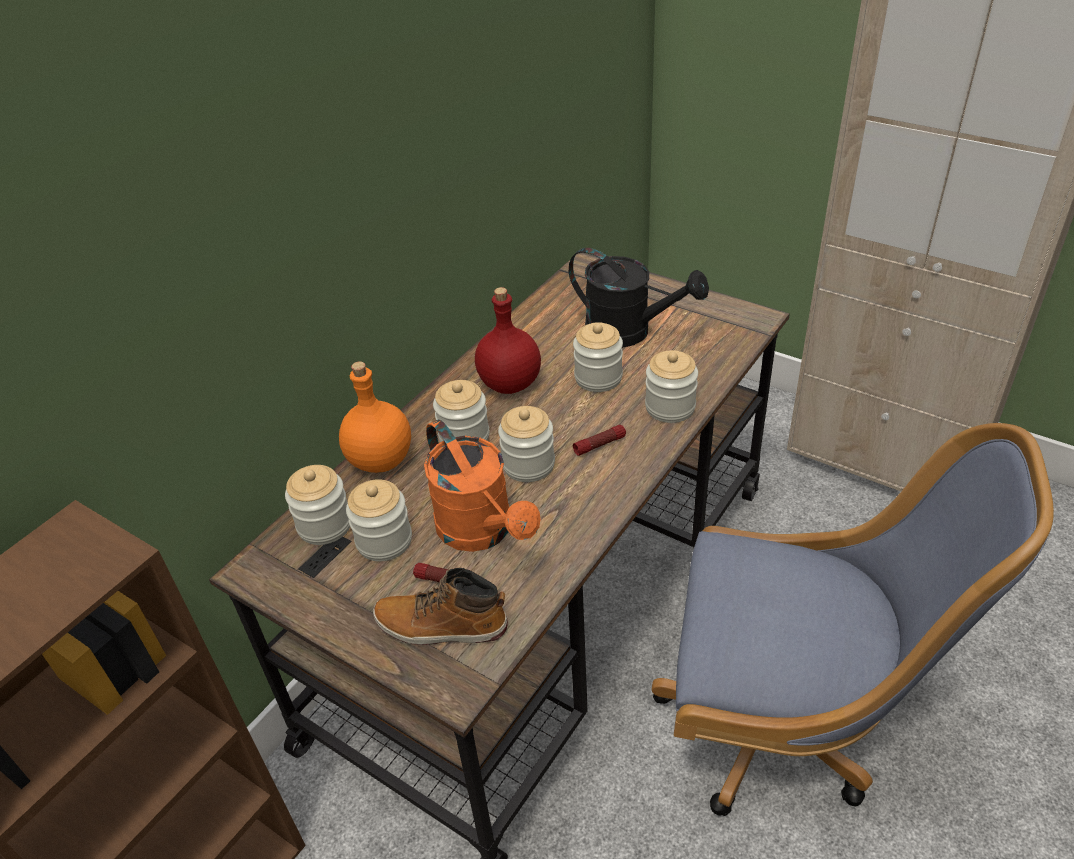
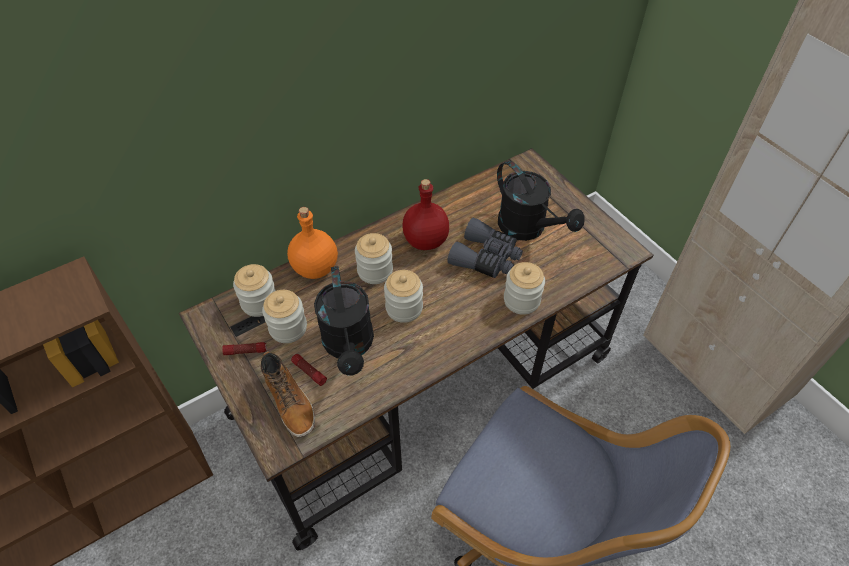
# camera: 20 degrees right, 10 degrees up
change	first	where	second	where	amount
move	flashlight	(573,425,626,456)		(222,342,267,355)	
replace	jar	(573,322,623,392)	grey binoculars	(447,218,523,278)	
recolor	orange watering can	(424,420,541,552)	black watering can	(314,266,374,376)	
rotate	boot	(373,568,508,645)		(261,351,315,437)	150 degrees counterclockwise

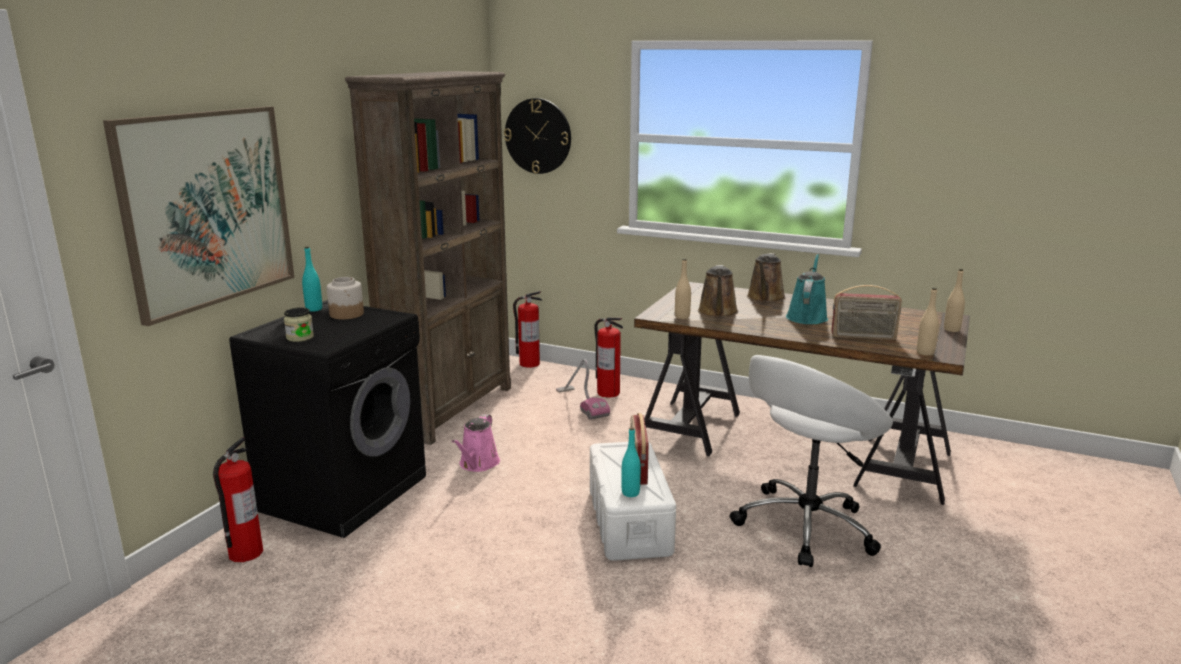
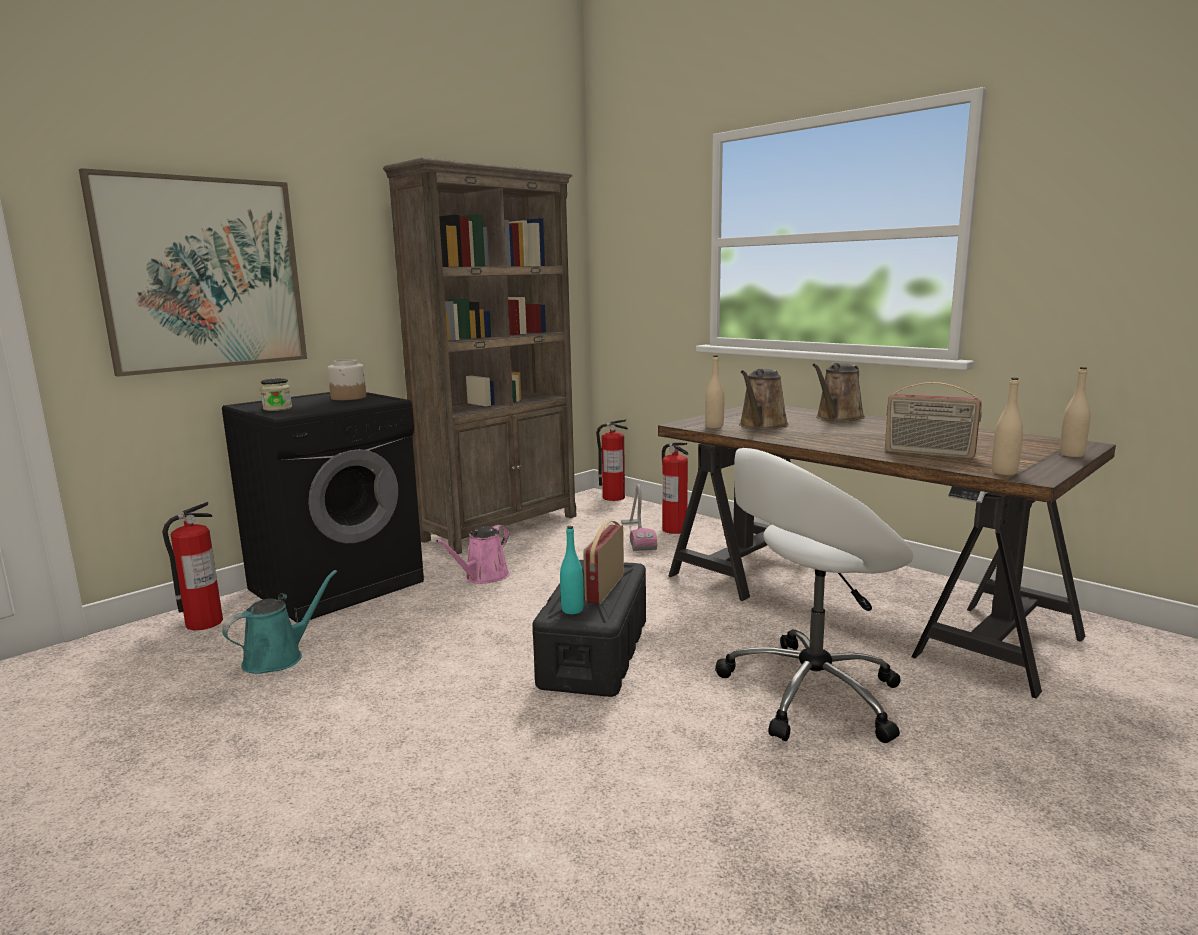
# camera: 20 degrees right, 5 degrees down
change	first	where	second	where	amount
delete	turquoise bottle	(302,246,322,312)			
delete	wall clock	(504,98,571,174)			
move	turquoise watering can	(786,254,828,324)		(222,570,337,674)	
recolor	white storage box	(590,442,676,561)	black storage box	(532,560,646,697)	

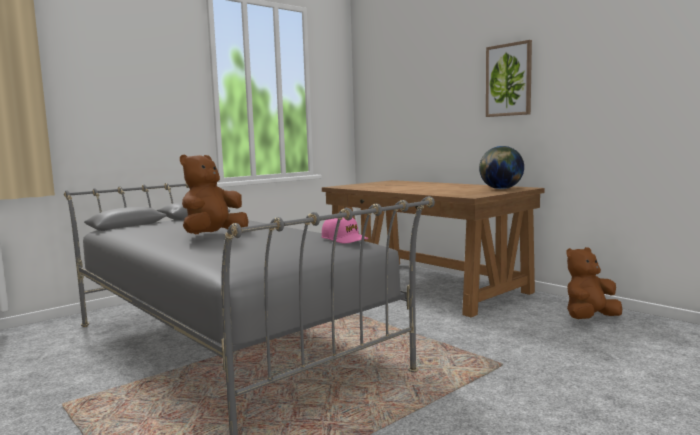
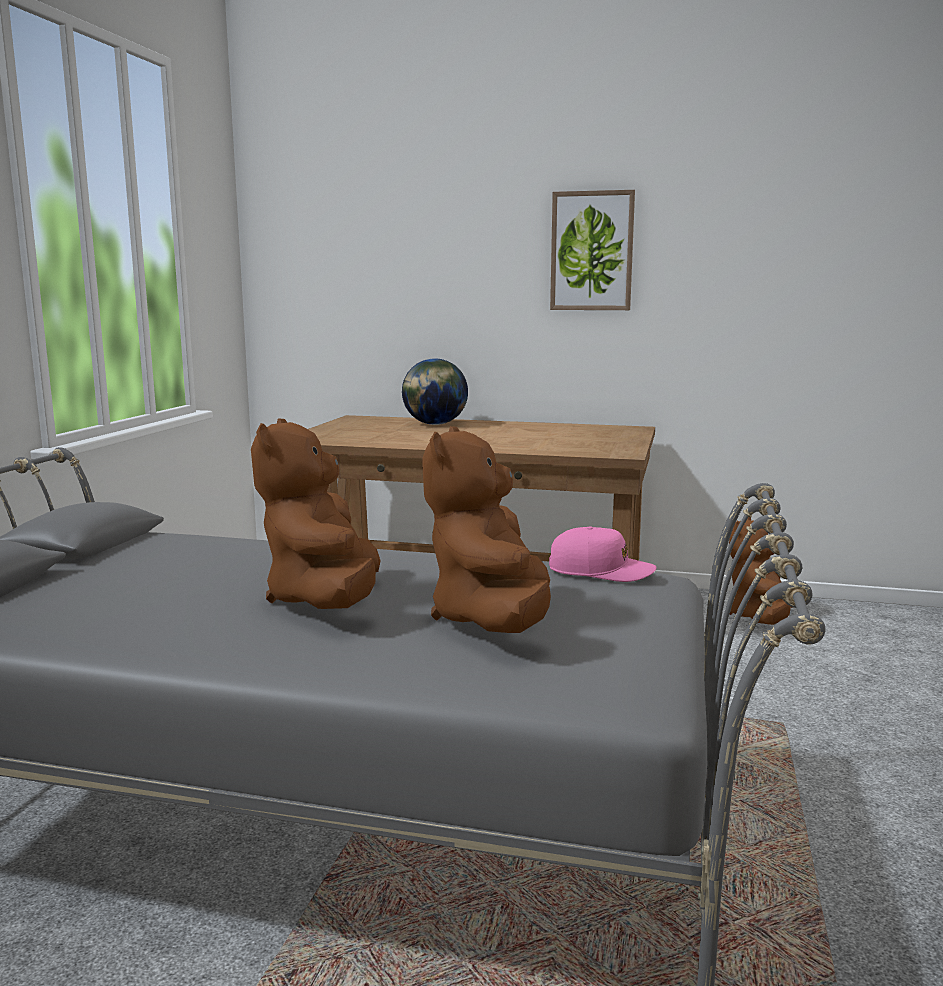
# camera: 35 degrees left, 5 degrees up
change	first	where	second	where	amount
insert			brown plush toy	(422,426,551,633)	
move	globe	(479,146,524,189)		(402,358,468,425)	

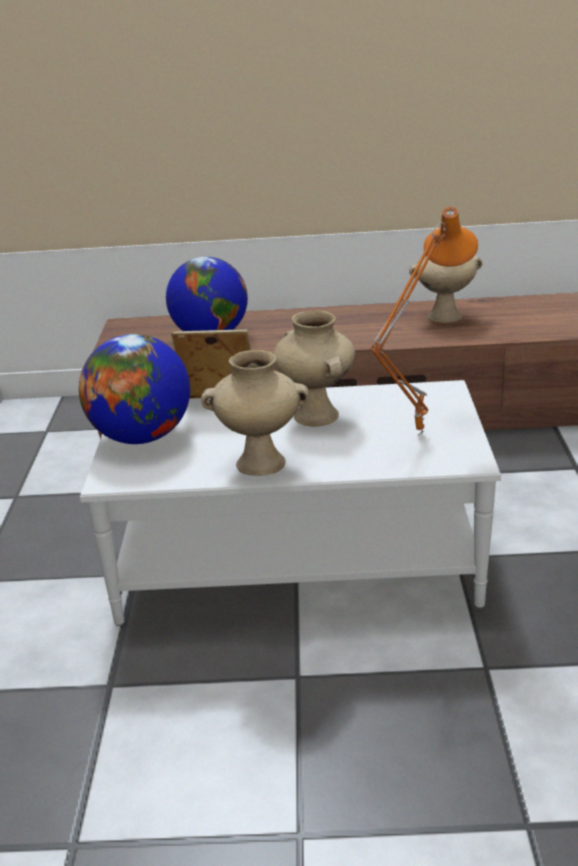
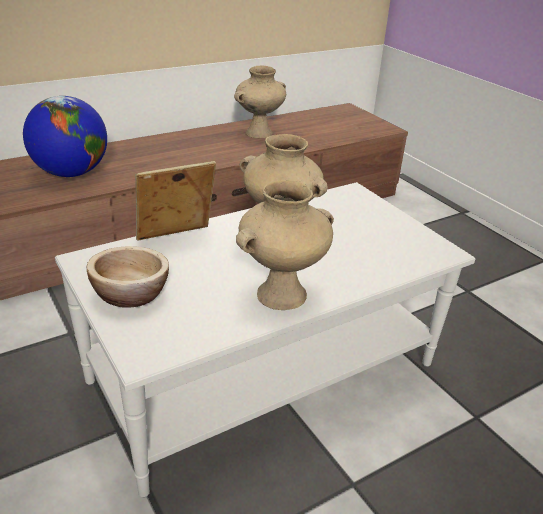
# camera: 35 degrees left, 5 degrees up
change	first	where	second	where	amount
delete	orange table lamp	(370,207,478,435)			
replace	globe	(79,334,190,444)	bowl	(87,246,169,308)	

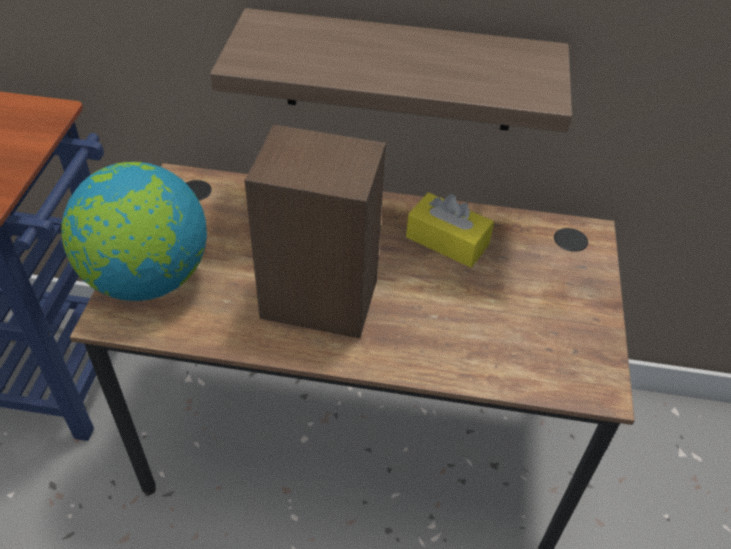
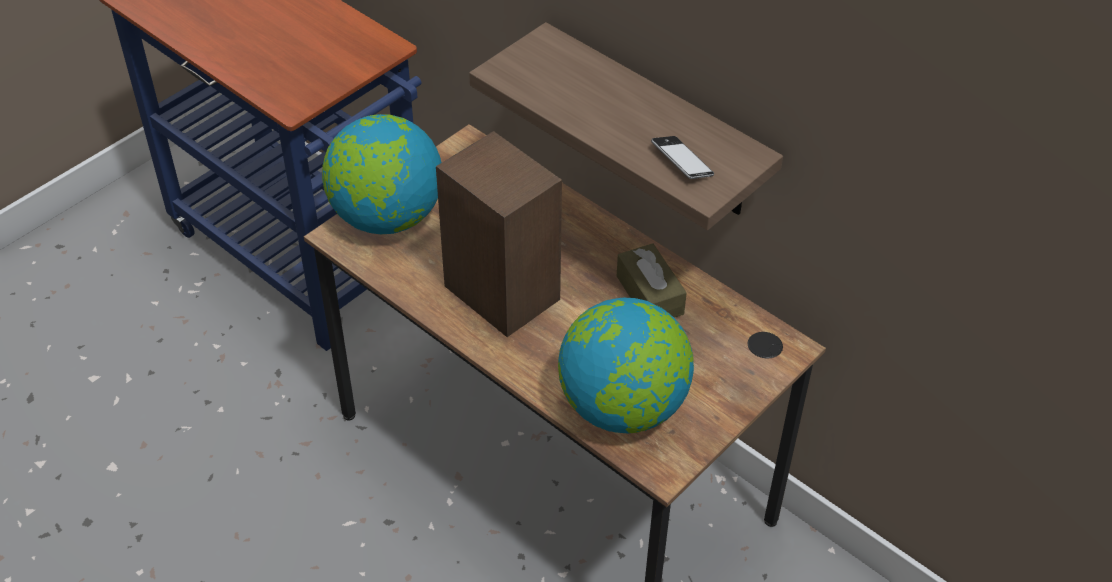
# camera: 35 degrees right, 0 degrees up
change	first	where	second	where	amount
insert			globe	(558,298,694,433)	
insert			phone	(651,136,714,179)	
recolor	yellow tissue box	(406,192,494,268)	brown tissue box	(617,243,687,318)	

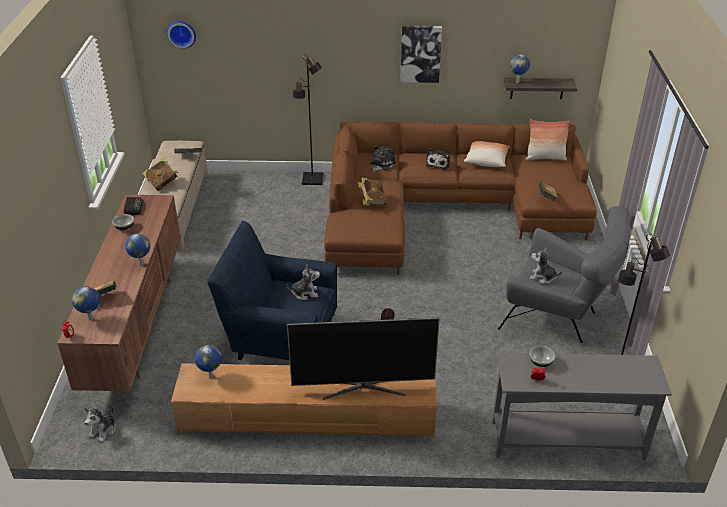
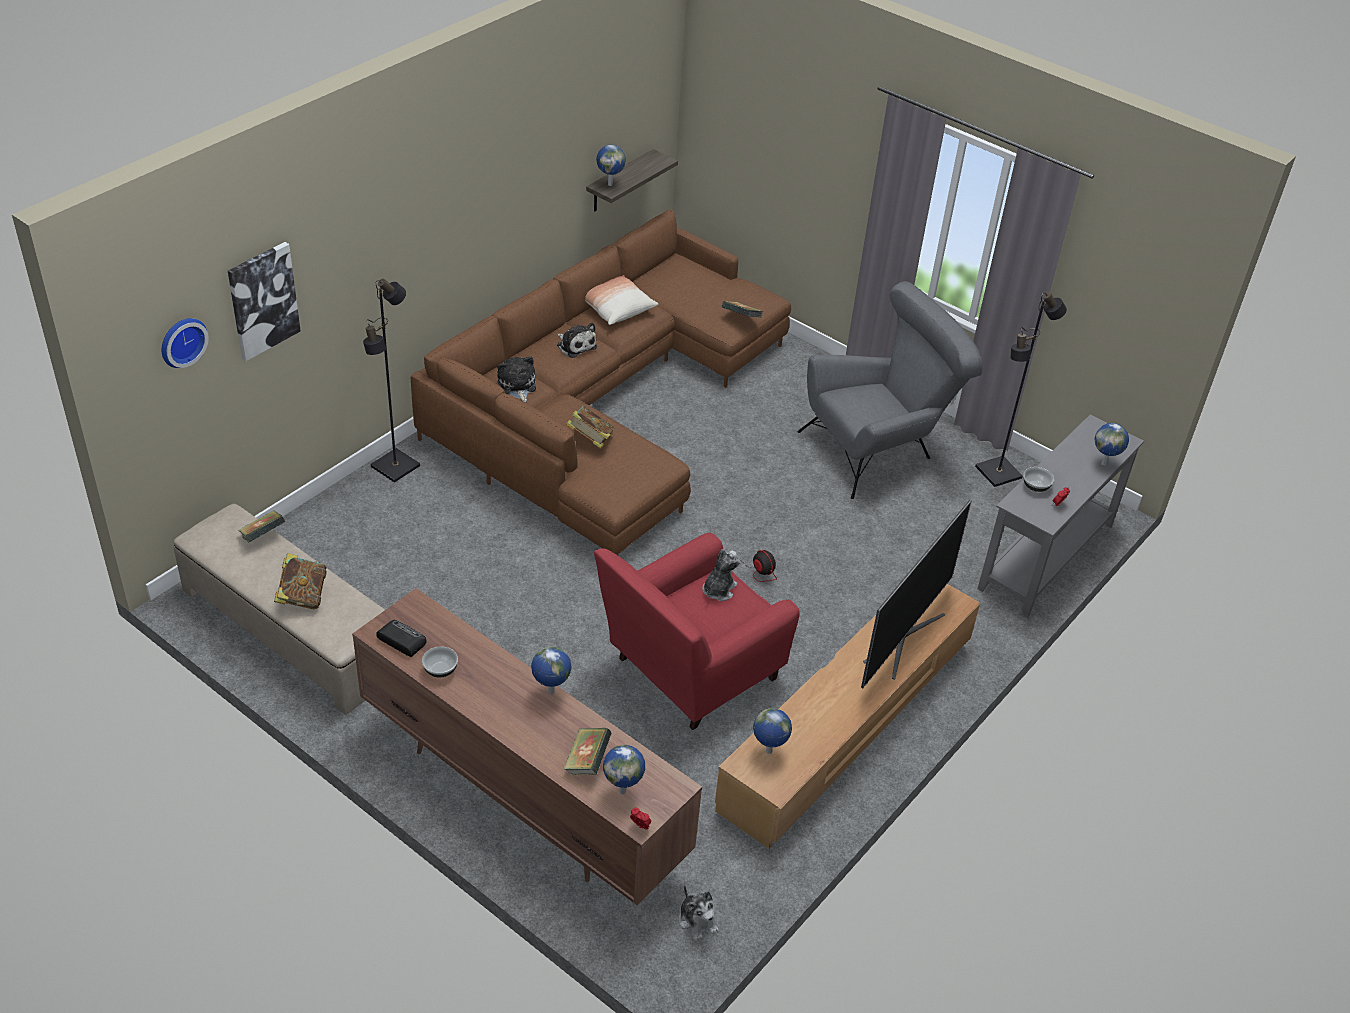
# camera: 55 degrees left, 5 degrees up
change	first	where	second	where	amount
delete	pillow	(526,119,570,160)			
delete	plush toy	(530,248,562,284)			
insert			globe	(1095,423,1129,466)	
move	picture	(400,26,442,83)		(228,242,301,361)	
recolor	blue armchair	(207,221,337,360)	red armchair	(594,533,800,730)	

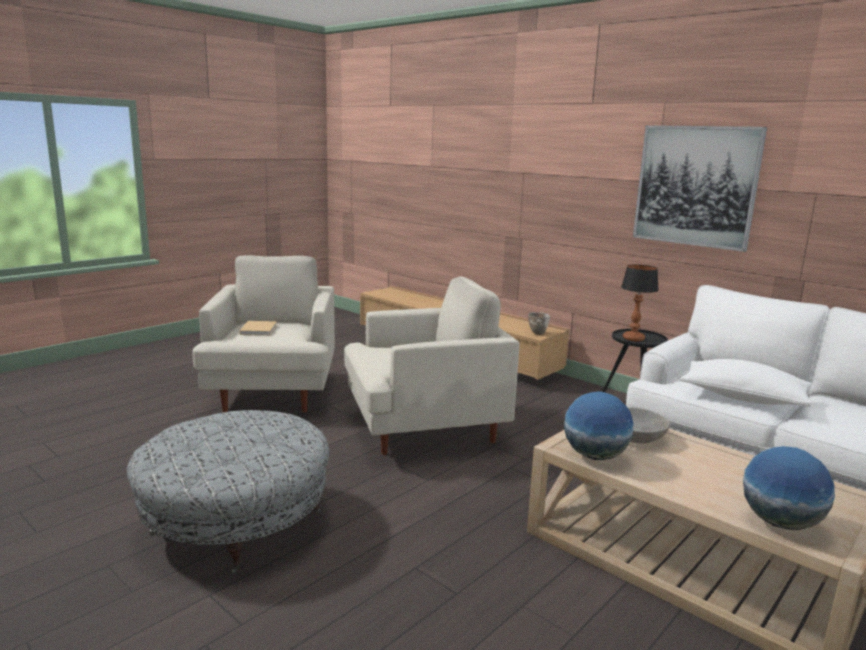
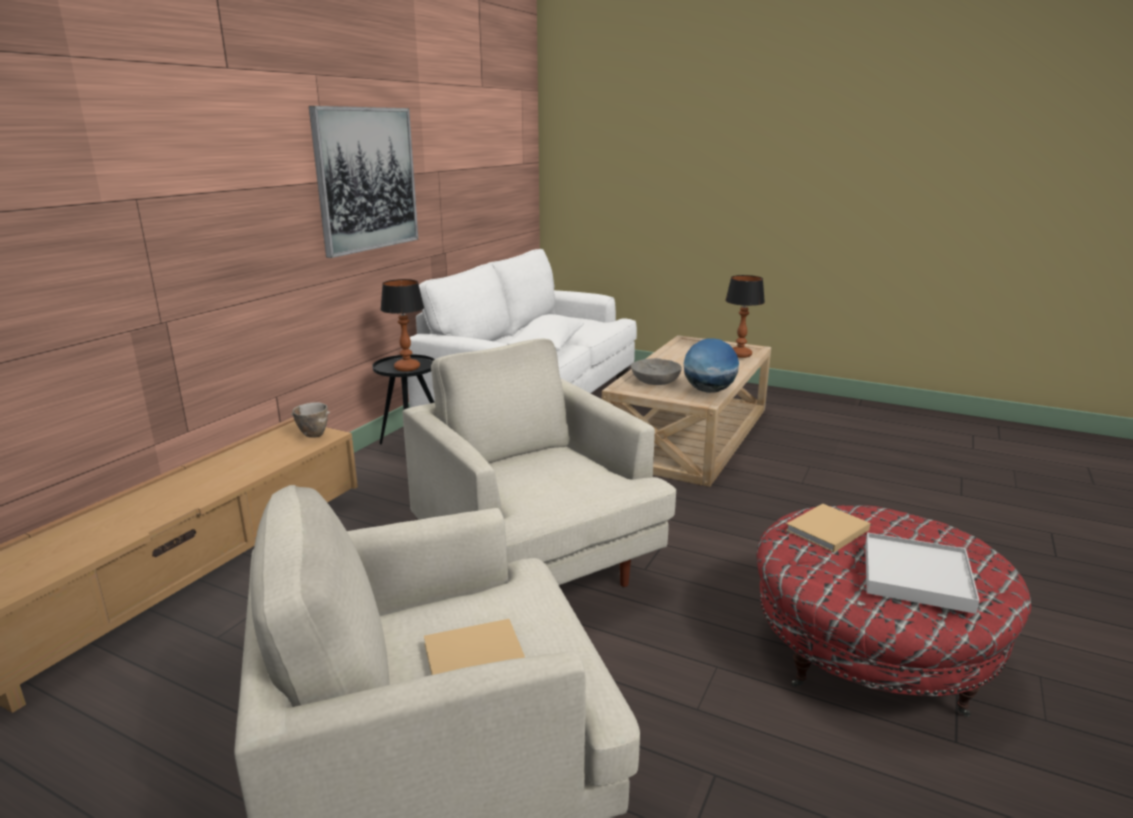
# camera: 105 degrees left, 5 degrees up
change	first	where	second	where	amount
insert			beige book	(786,504,870,552)	
insert			white tray	(865,532,980,614)	
replace	globe	(743,446,835,530)	table lamp	(725,275,765,358)	
recolor	grey ottoman	(127,410,329,574)	red ottoman	(756,505,1031,717)	

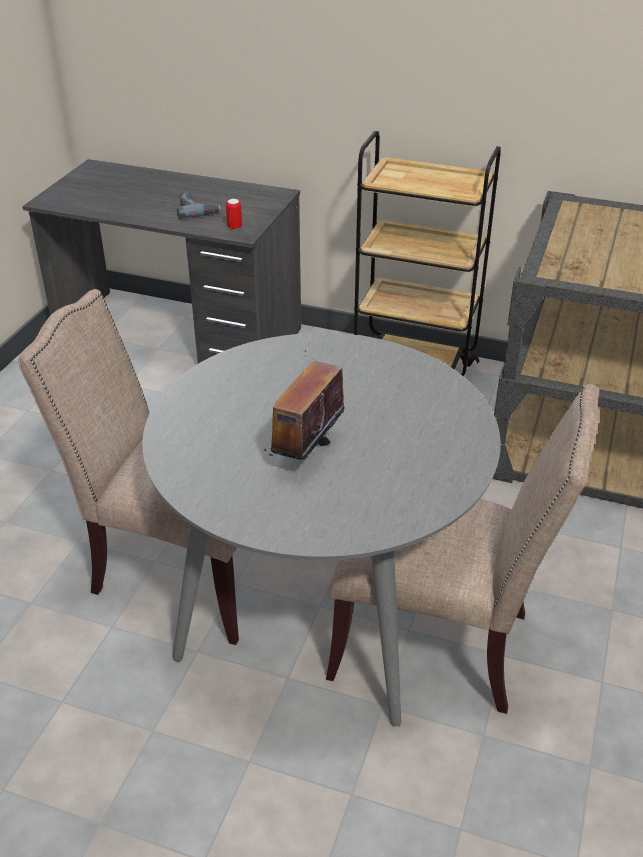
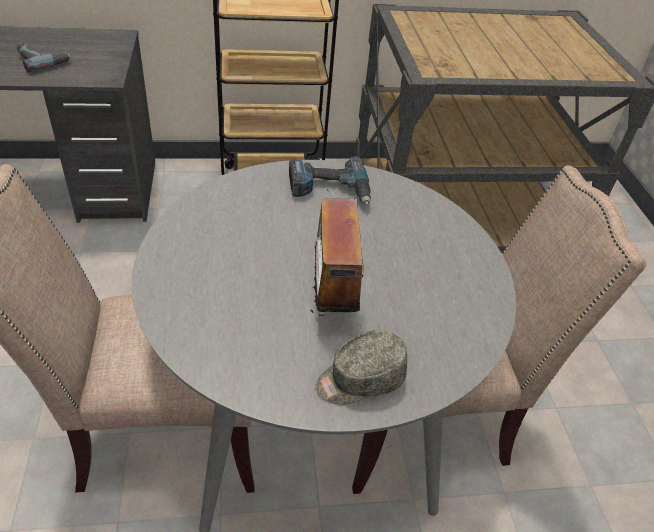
# camera: 30 degrees left, 5 degrees up
change	first	where	second	where	amount
delete	can	(226,199,242,230)			
insert			power drill	(289,156,371,205)	
insert			grey cap	(315,330,407,405)	

